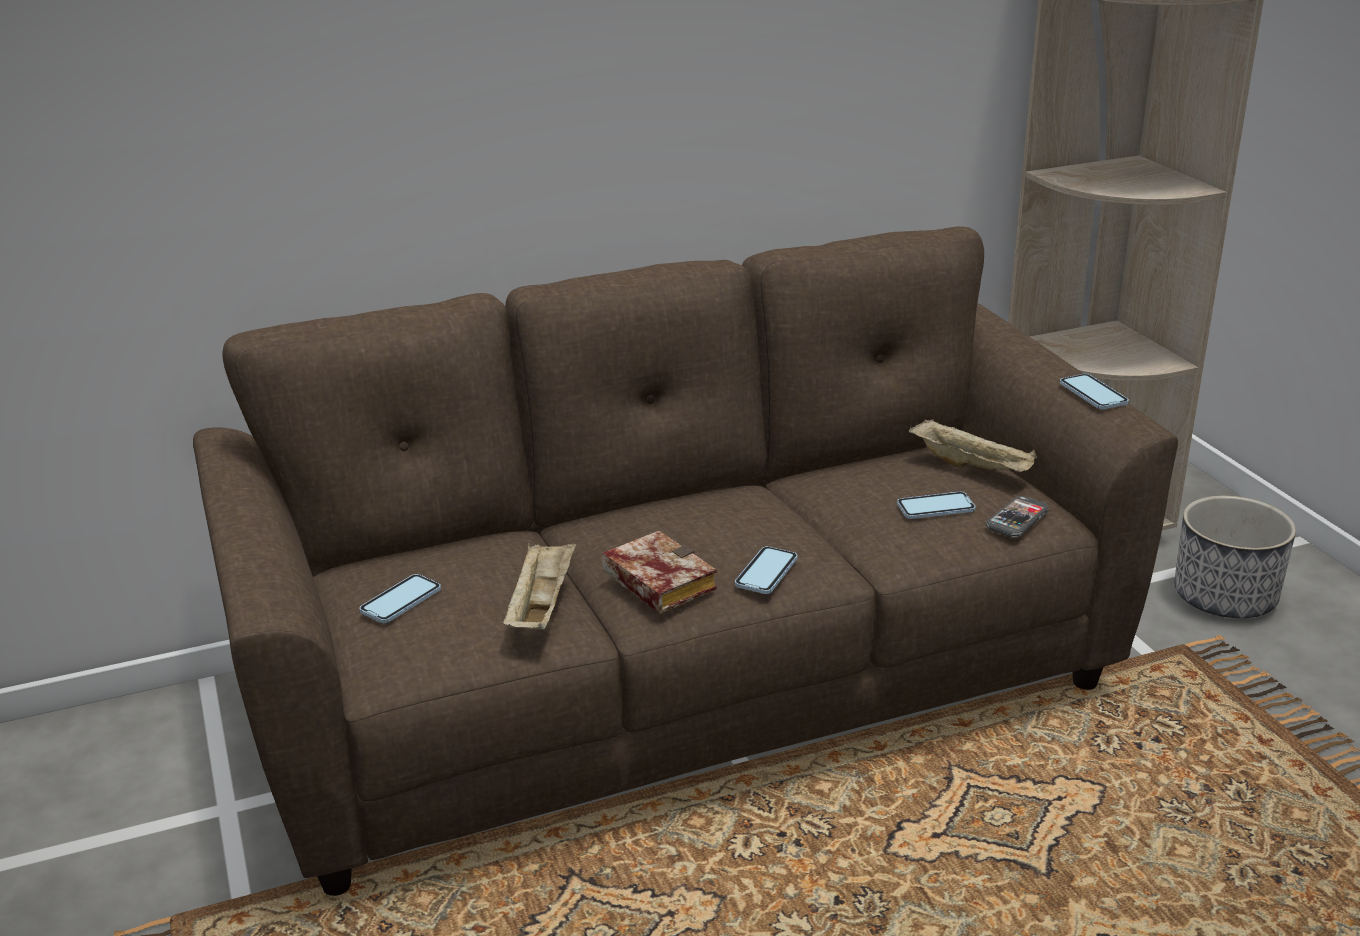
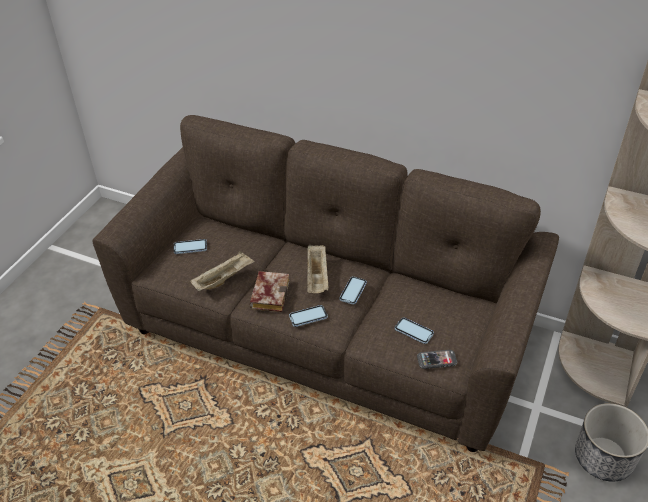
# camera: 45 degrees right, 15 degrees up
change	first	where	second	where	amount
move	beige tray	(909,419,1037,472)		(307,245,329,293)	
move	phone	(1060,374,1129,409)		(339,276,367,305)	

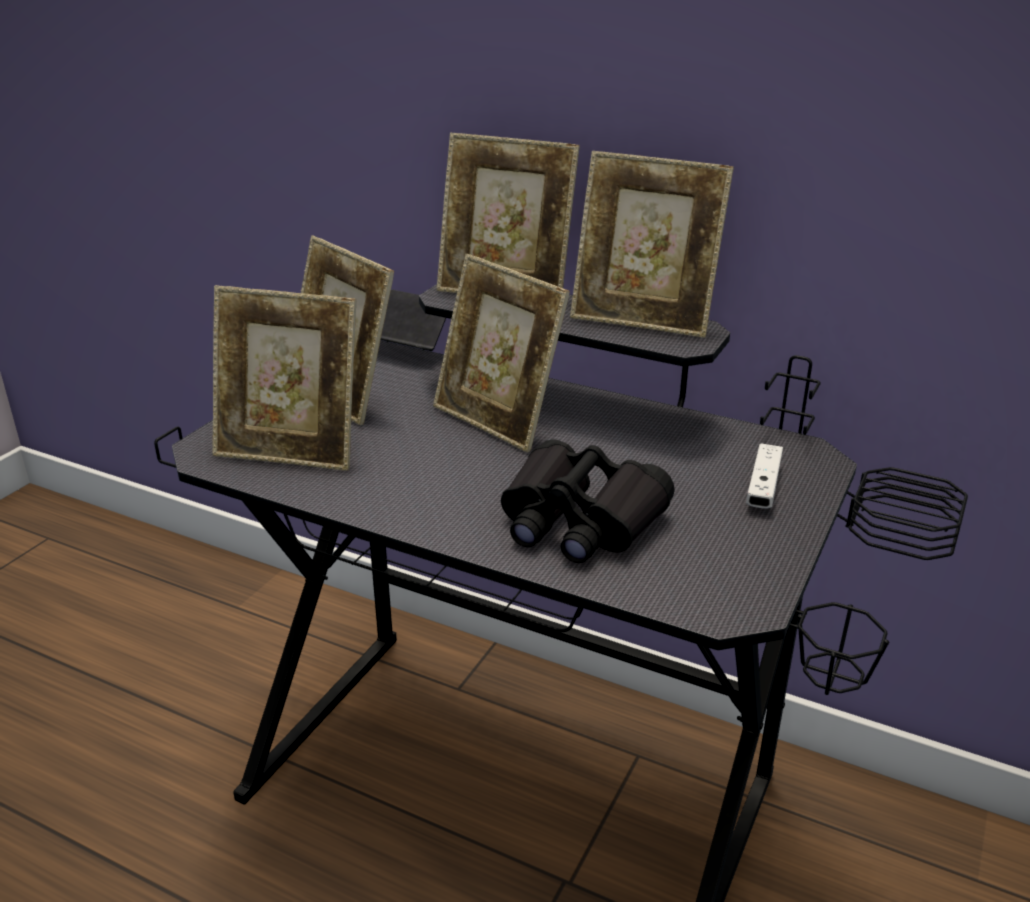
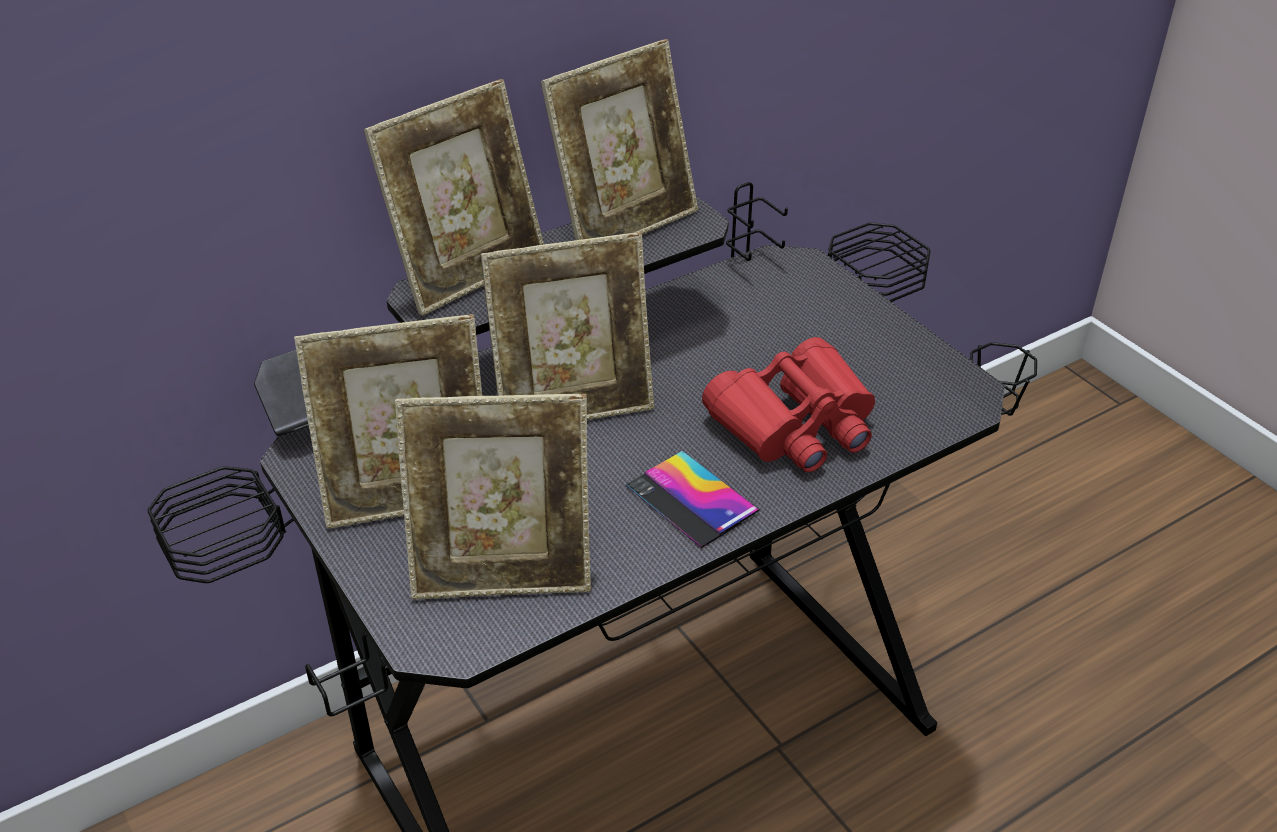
# camera: 60 degrees left, 10 degrees up
change	first	where	second	where	amount
delete	white game controller	(746,444,783,509)			
insert			phone	(626,451,760,548)	
recolor	black binoculars	(501,439,675,563)	red binoculars	(702,337,875,472)	
rotate	picture frame	(212,285,356,471)		(395,394,591,600)	45 degrees clockwise

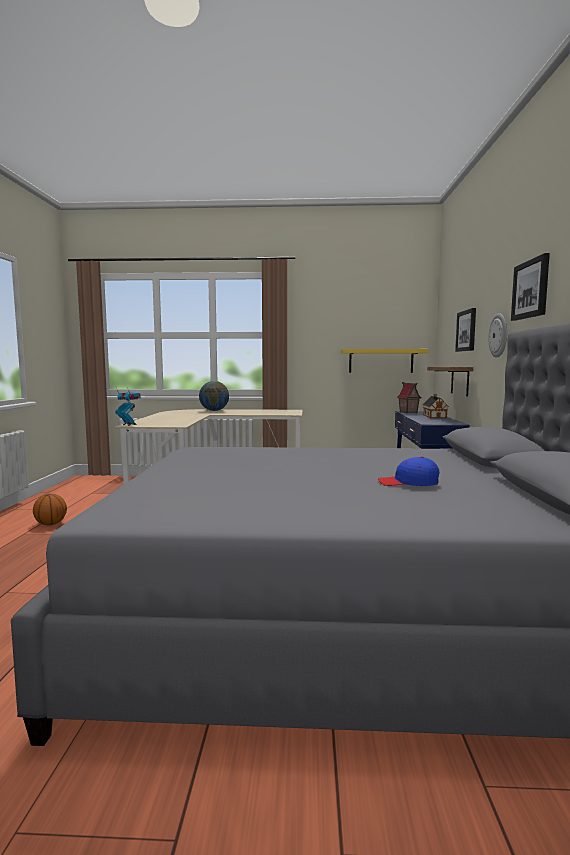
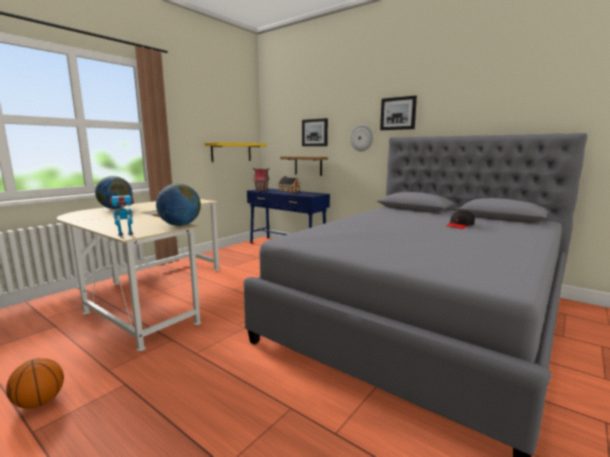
# camera: 55 degrees left, 5 degrees up
change	first	where	second	where	amount
insert			globe	(156,184,201,226)	
recolor	blue cap	(378,456,440,486)	black cap	(446,210,475,229)	

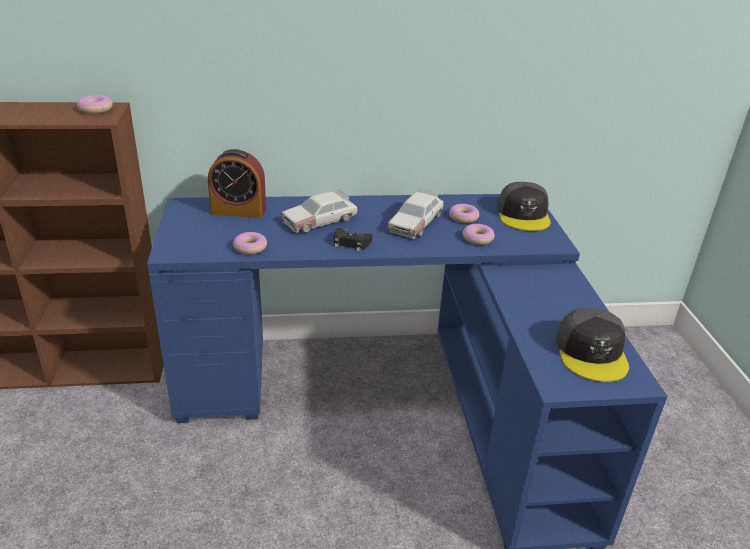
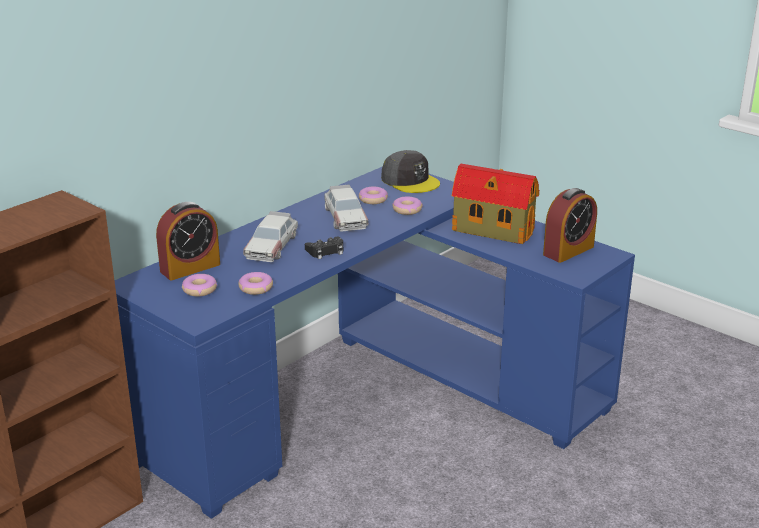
# camera: 40 degrees left, 5 degrees down
change	first	where	second	where	amount
insert			toy house	(452,164,539,244)	
move	donut	(77,95,113,114)		(182,274,217,297)	
replace	grey cap	(555,308,629,382)	alarm clock	(543,188,597,263)	

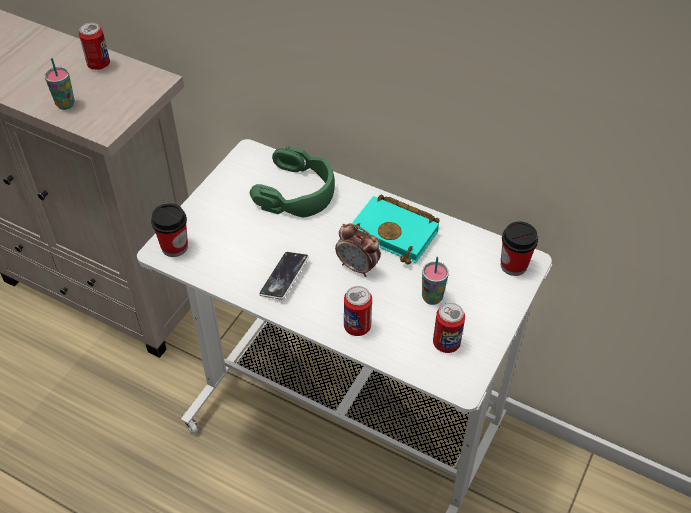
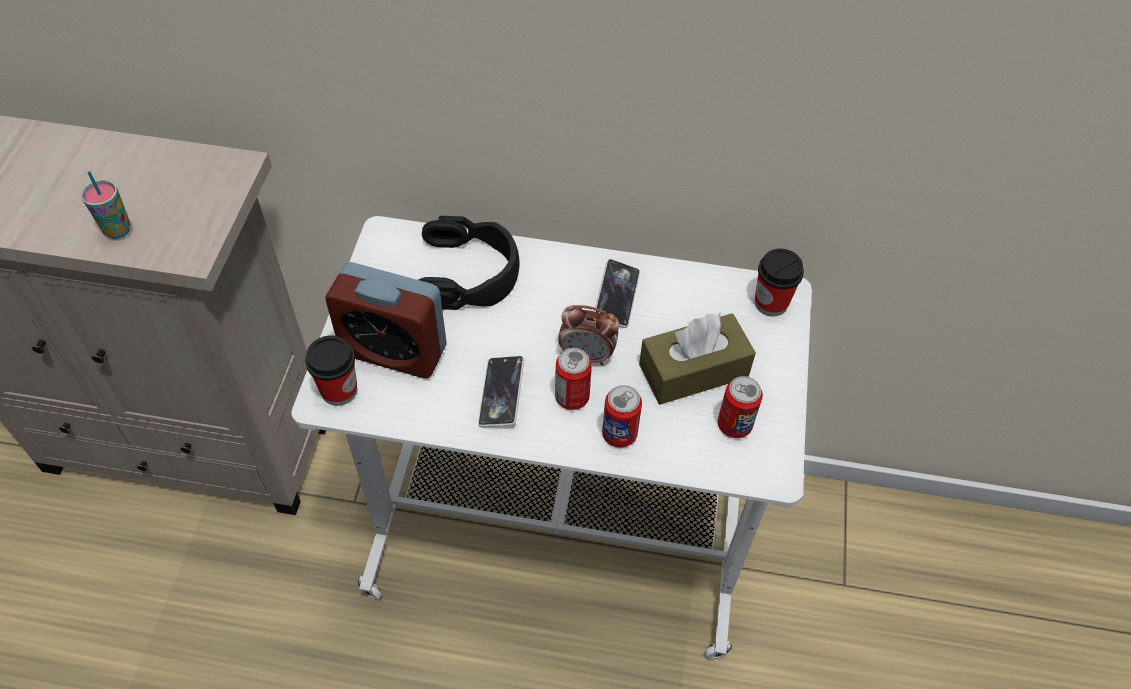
# camera: 20 degrees left, 5 degrees up
change	first	where	second	where	amount
insert			alarm clock	(325,262,447,379)	
move	can	(79,23,110,70)		(555,348,592,410)	
replace	turquoise book	(352,194,440,264)	phone	(594,259,640,328)	
replace	cup	(422,257,449,305)	brown tissue box	(639,313,756,405)	
recolor	green headphones	(250,146,335,218)	black headphones	(419,216,519,310)	

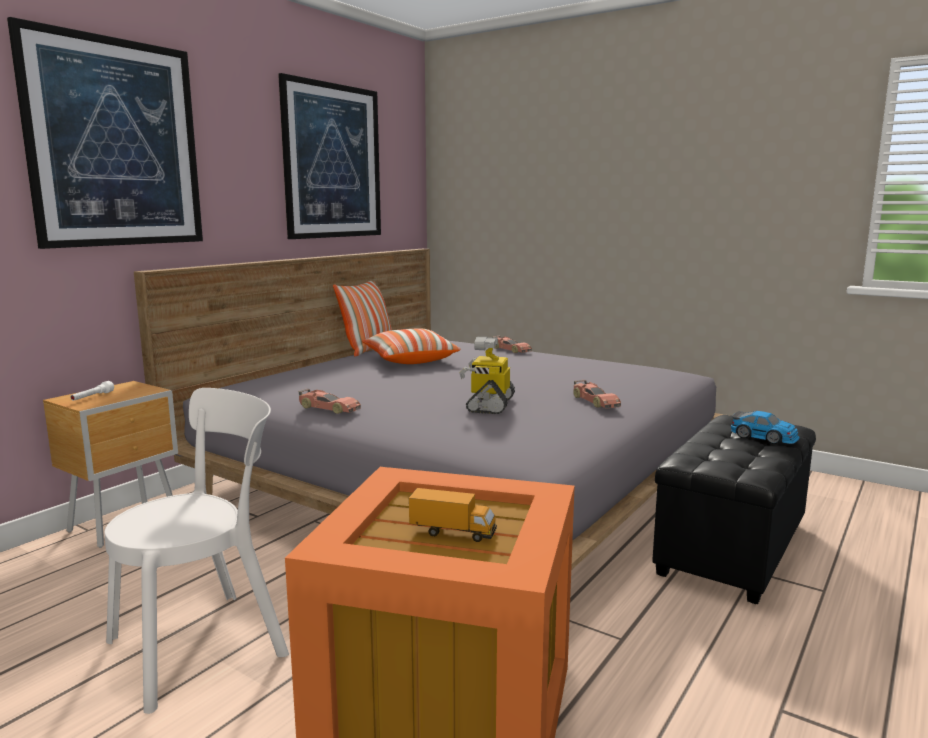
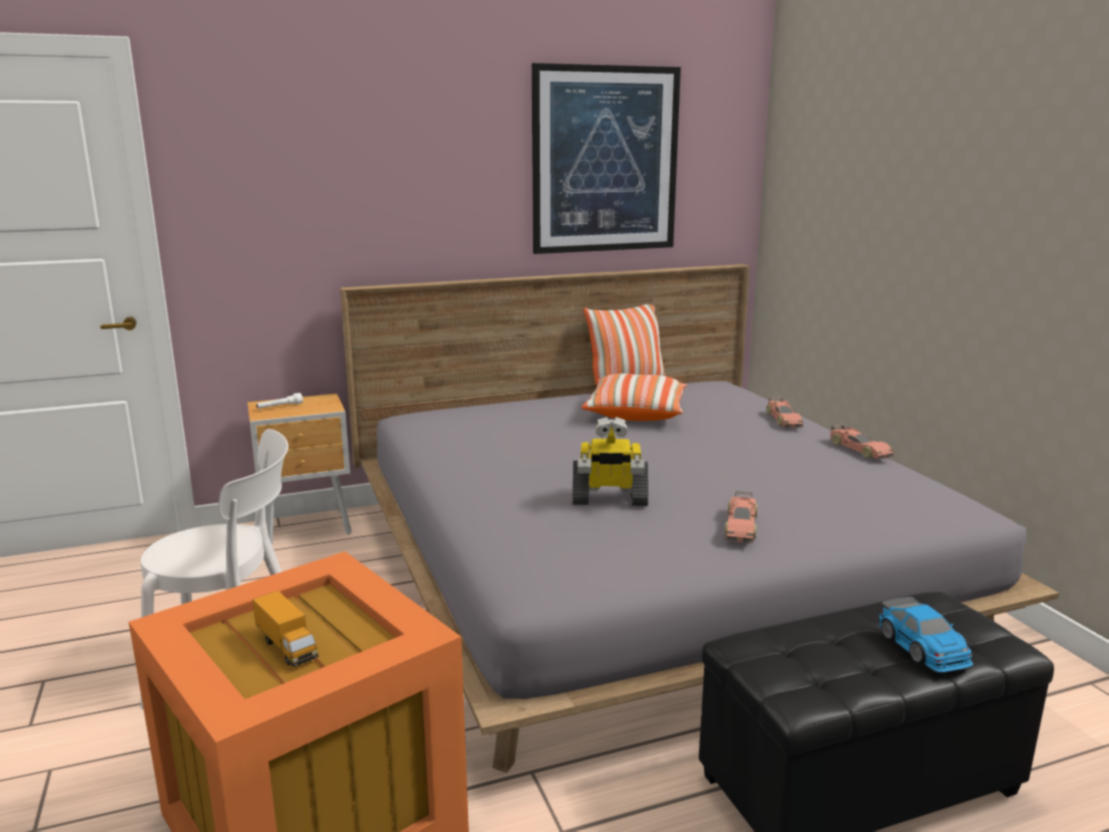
# camera: 35 degrees right, 5 degrees up
change	first	where	second	where	amount
delete	picture	(7,17,203,249)			
move	toy car	(298,388,361,414)		(830,424,894,460)	
rotate	toy robot	(459,337,515,414)		(572,417,648,506)	135 degrees counterclockwise

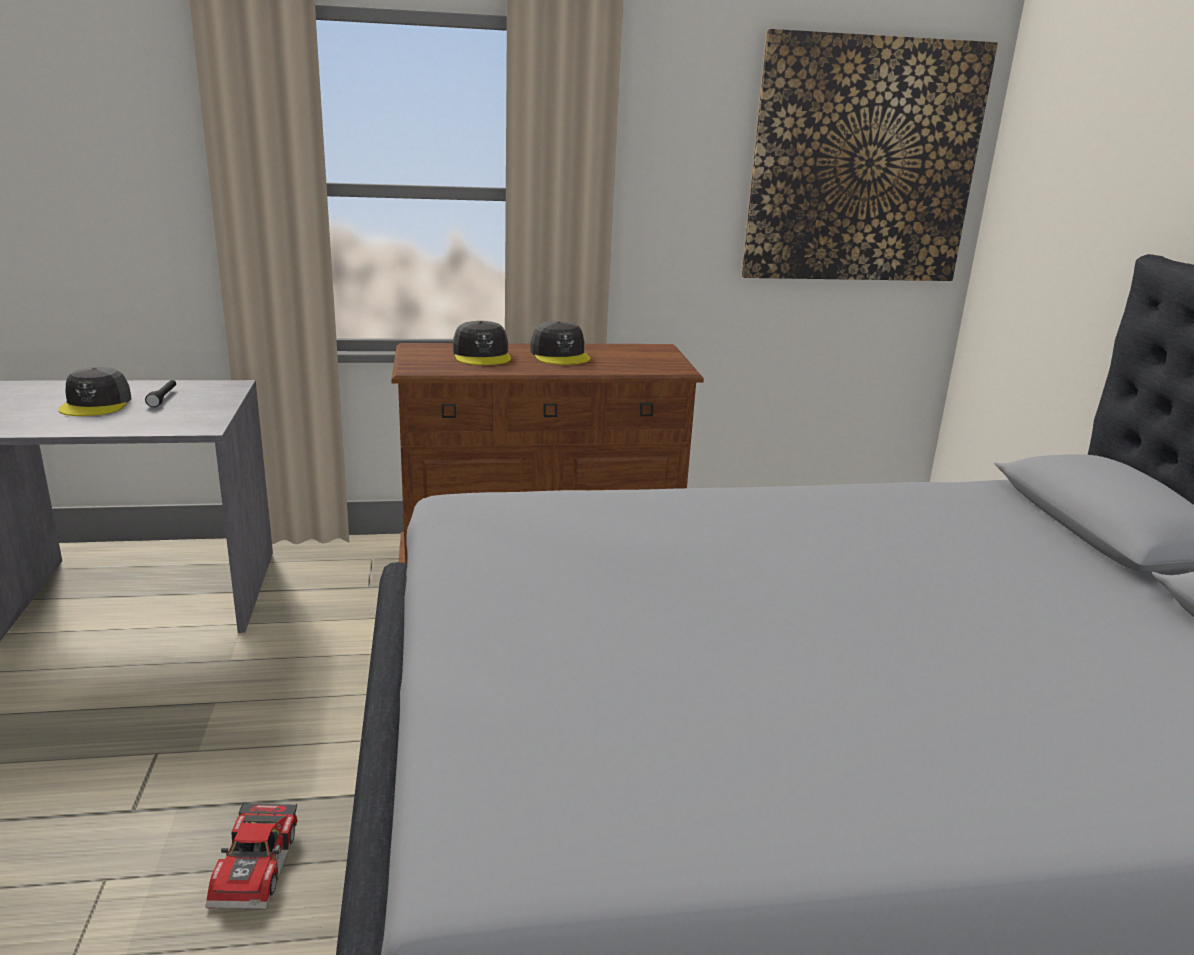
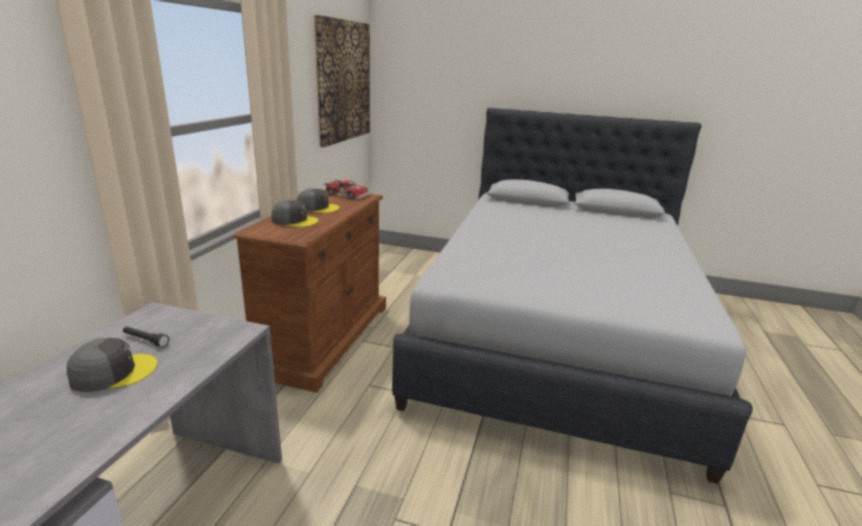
# camera: 65 degrees left, 0 degrees up
change	first	where	second	where	amount
move	toy car	(205,802,297,910)		(324,180,370,199)	
rotate	grey cap	(59,367,131,416)		(67,338,157,392)	45 degrees counterclockwise

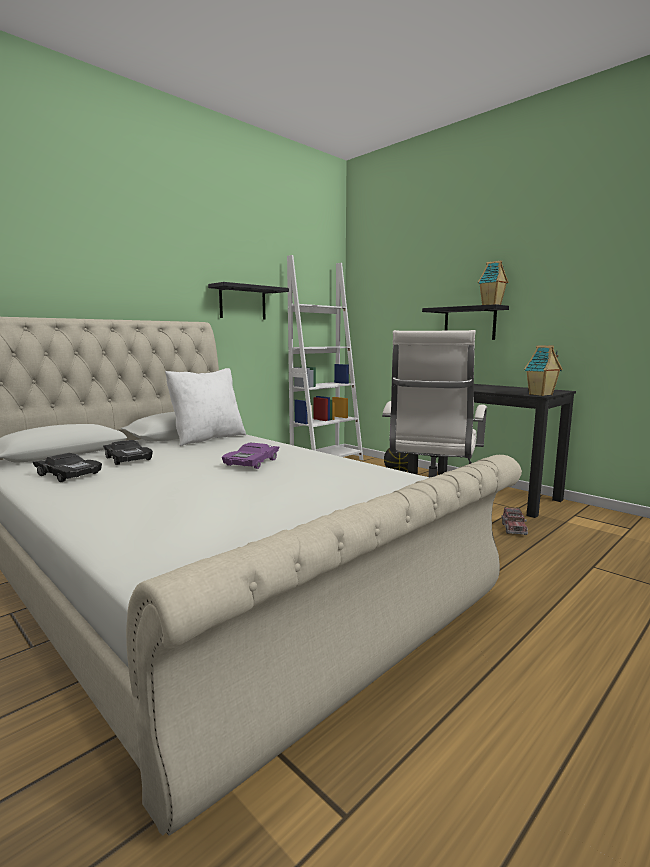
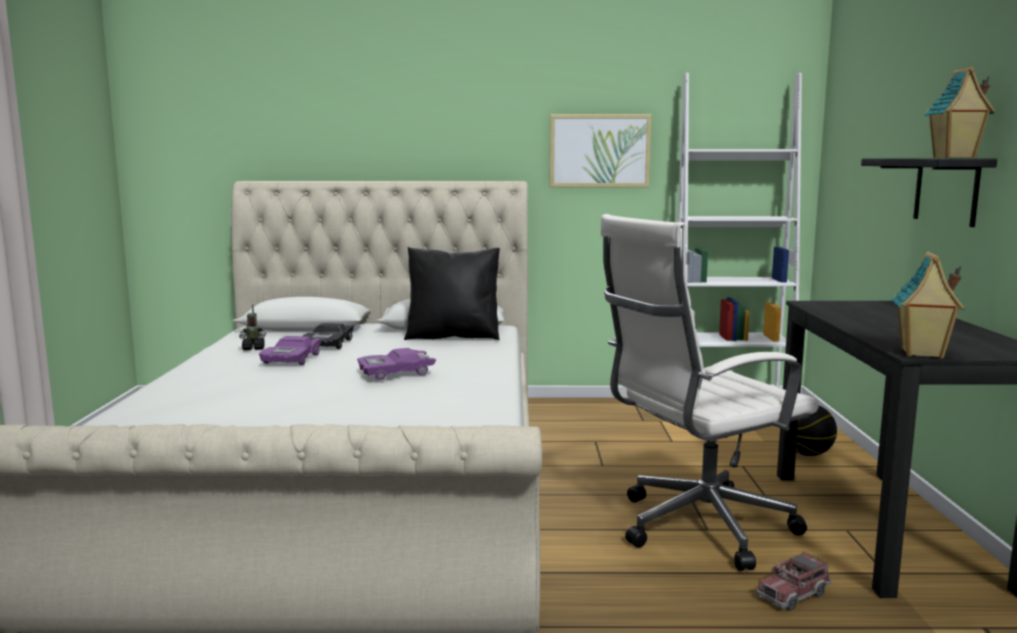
# camera: 45 degrees right, 0 degrees up
change	first	where	second	where	amount
insert			purple toy car	(259,336,322,365)	
replace	black toy car	(33,453,102,482)	toy robot	(239,305,266,350)	
replace	black shelf	(208,282,289,320)	picture	(549,114,652,187)	
recolor	white pillow	(165,368,246,446)	black pillow	(404,247,500,340)	

